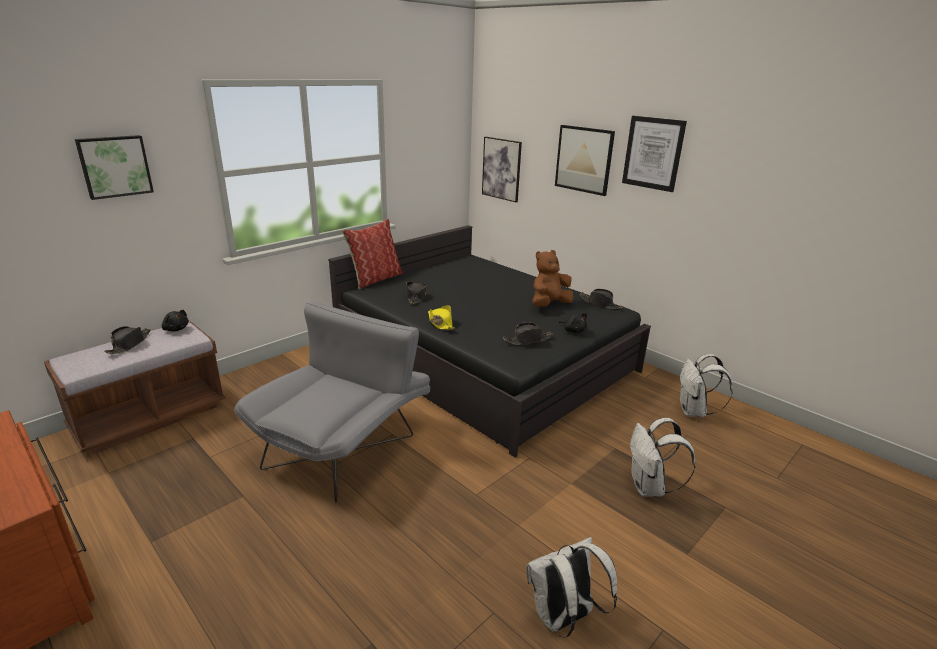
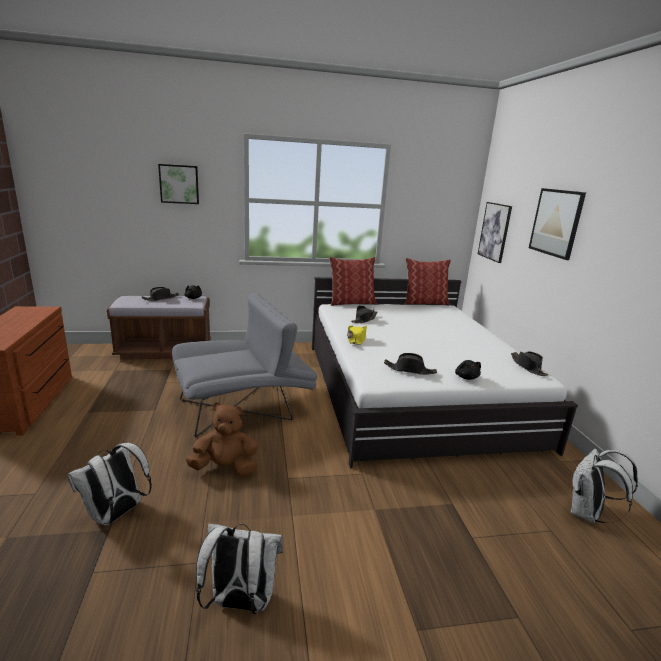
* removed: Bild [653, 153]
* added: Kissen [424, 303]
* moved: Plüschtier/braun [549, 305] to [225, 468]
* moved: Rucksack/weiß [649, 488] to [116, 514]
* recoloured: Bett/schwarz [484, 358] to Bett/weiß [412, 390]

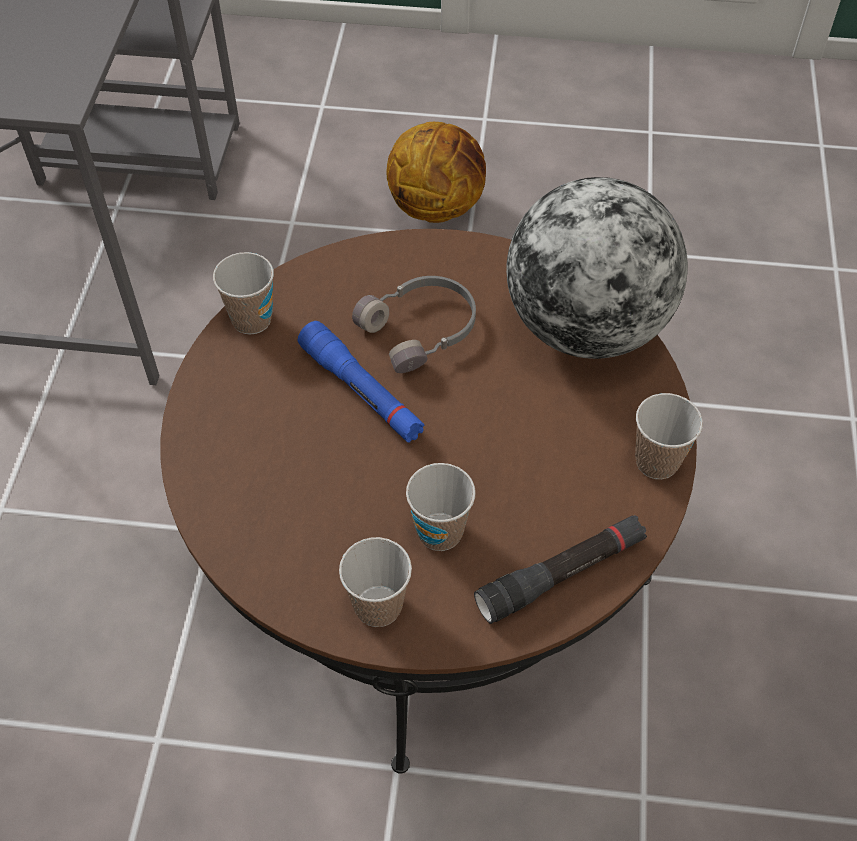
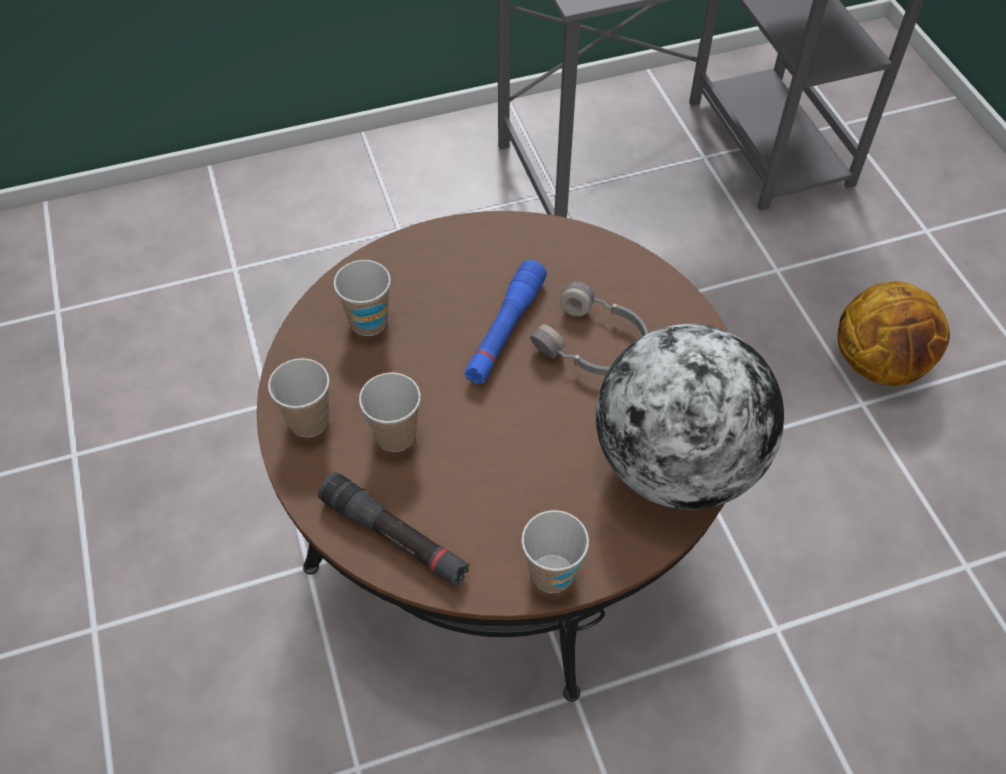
* moved: Tasse [252, 320] to [368, 322]

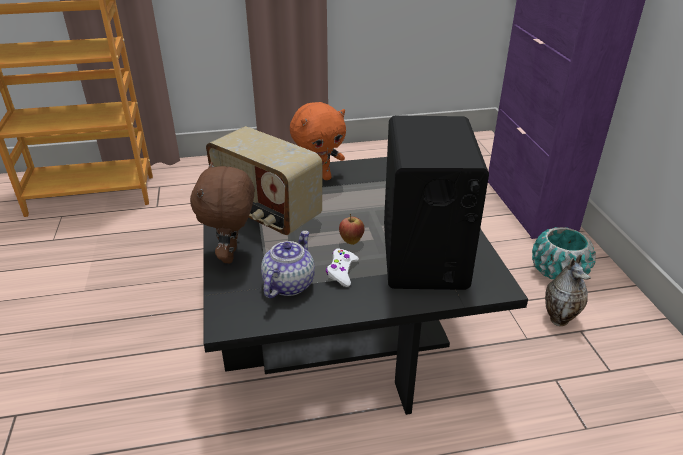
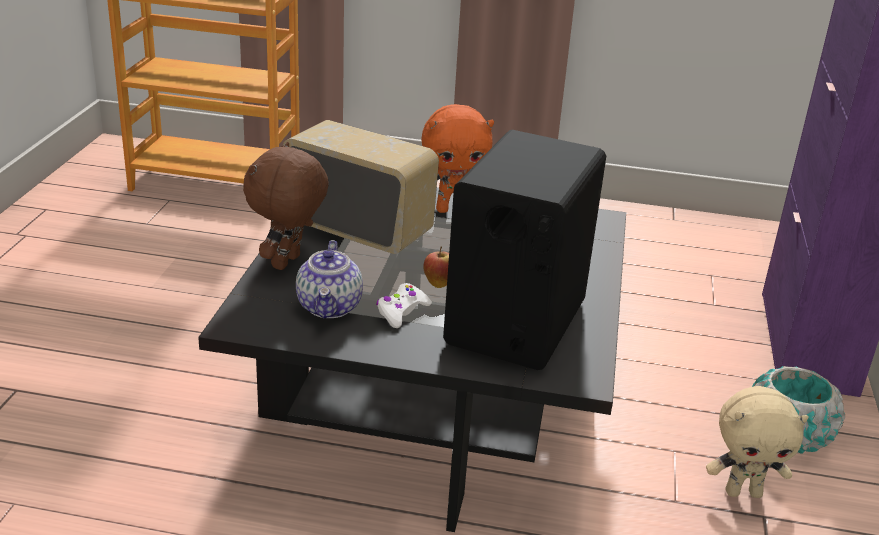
* replaced: Vase [559, 318] to Plüschtier/beige [743, 492]
* turned: Radio [266, 213] = [360, 230] 150 degrees clockwise
* turned: Teekanne [288, 284] = [330, 307] 135 degrees clockwise

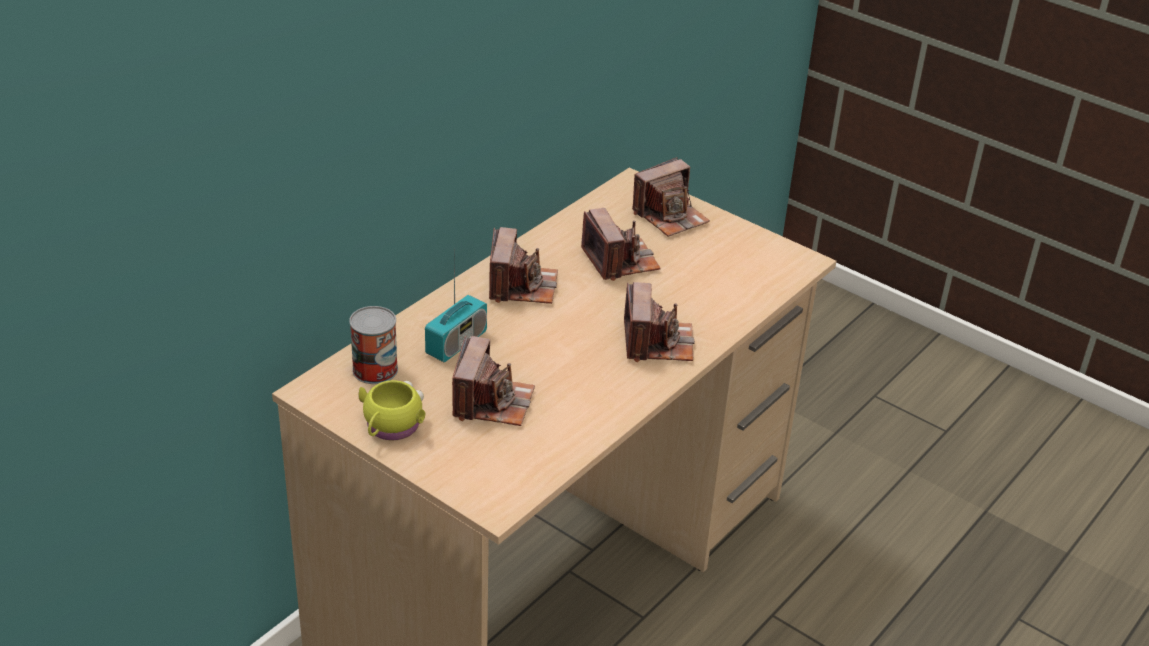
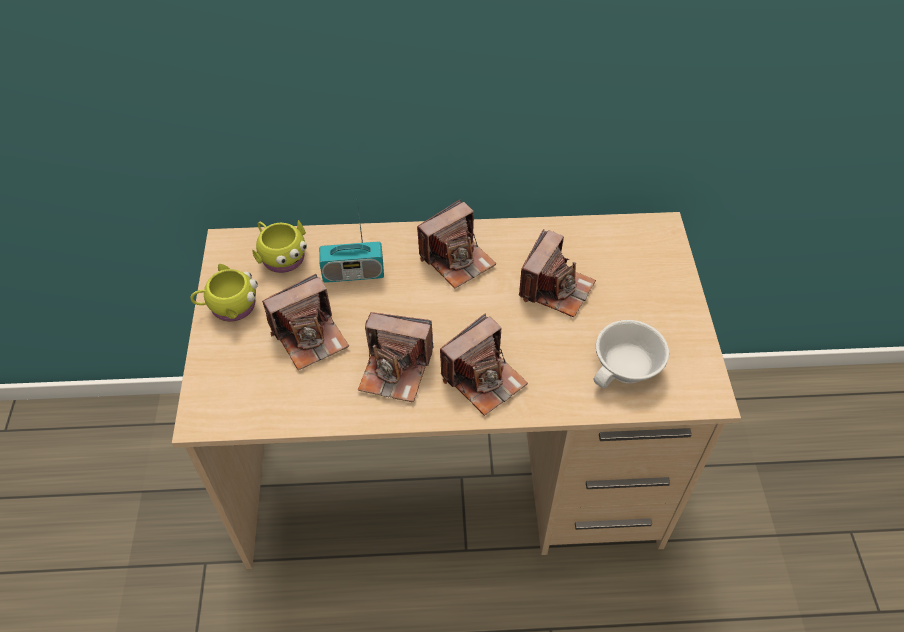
* added: Tasse/weiß [627, 369]
* moved: Kamera [670, 216] to [395, 370]
* replaced: Dose [375, 369] to Henkelbecher/gelb [281, 256]

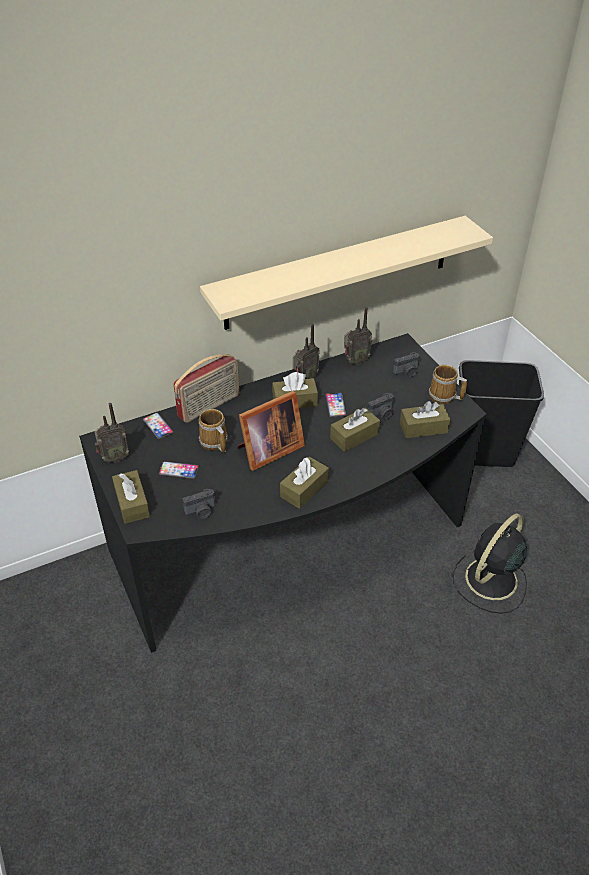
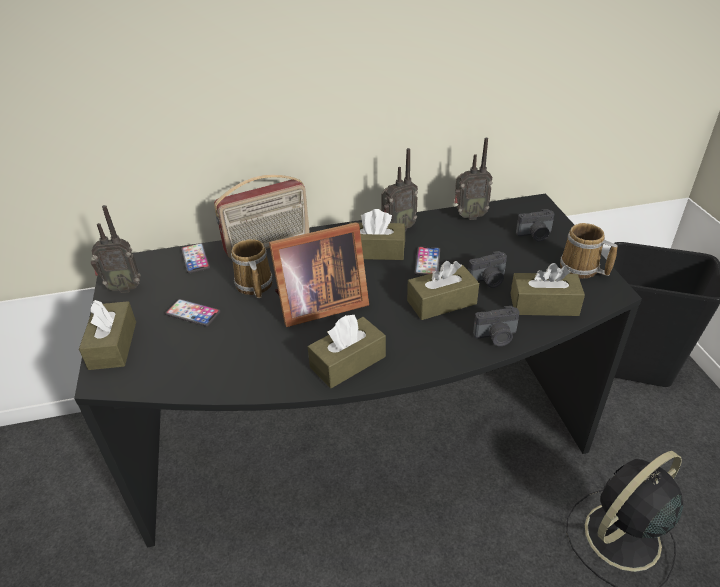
* removed: Wandregal/beige [339, 273]
* moved: Kamera [201, 511] to [496, 337]

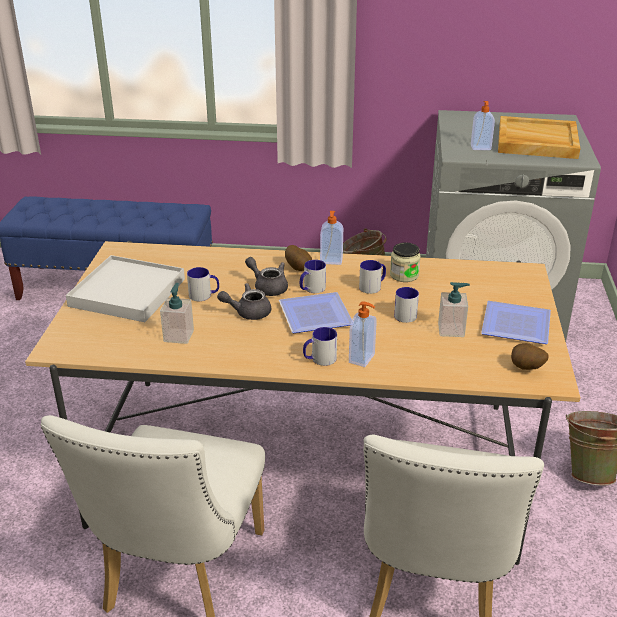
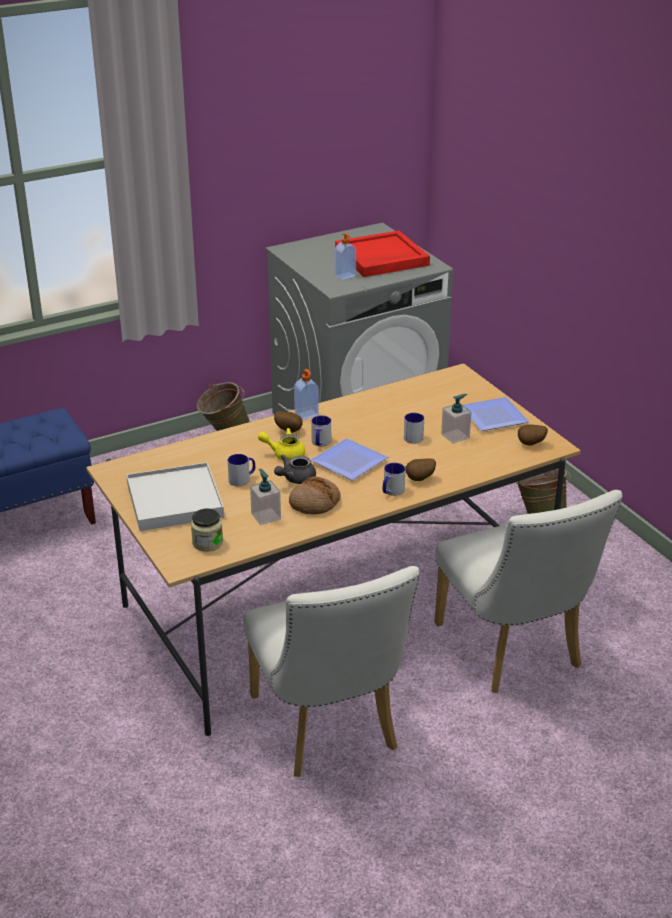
* removed: Henkelbecher [373, 286]
* added: Brot [314, 503]
* moved: Vorratsglas [404, 275] to [207, 543]
* replaced: Seifenspender [362, 359] to Kartoffel [420, 479]
* recoloured: Teekanne/grau [268, 287] to Teekanne/gelb [284, 454]
* recoloured: Tablett/beige [536, 141] to Tablett/rot [381, 258]

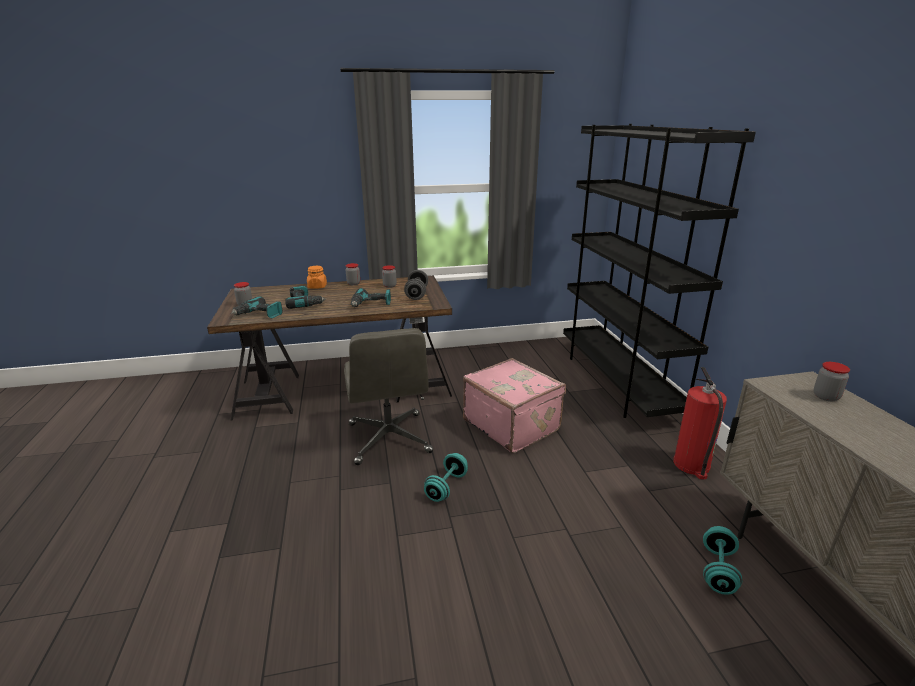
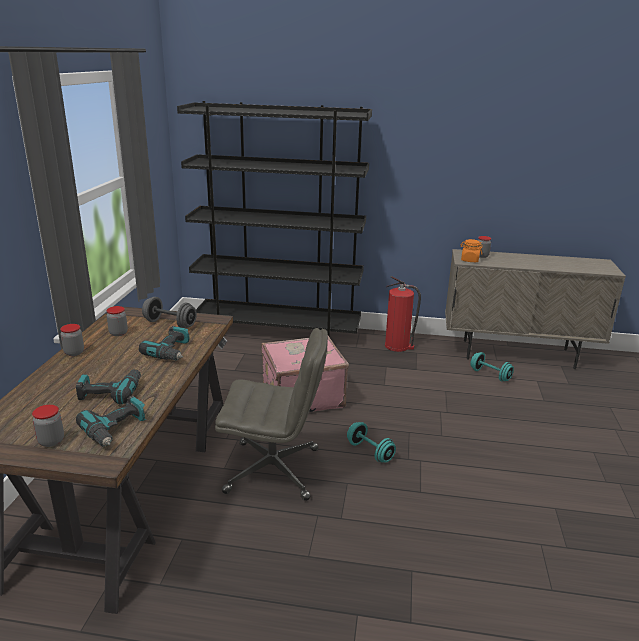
* moved: Vorratsglas/orange [317, 286] to [469, 260]

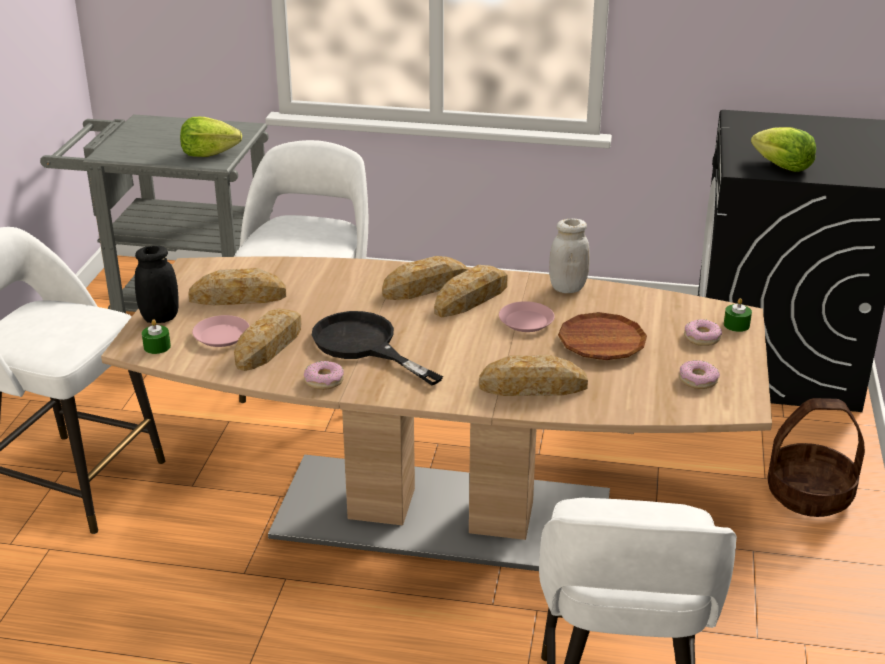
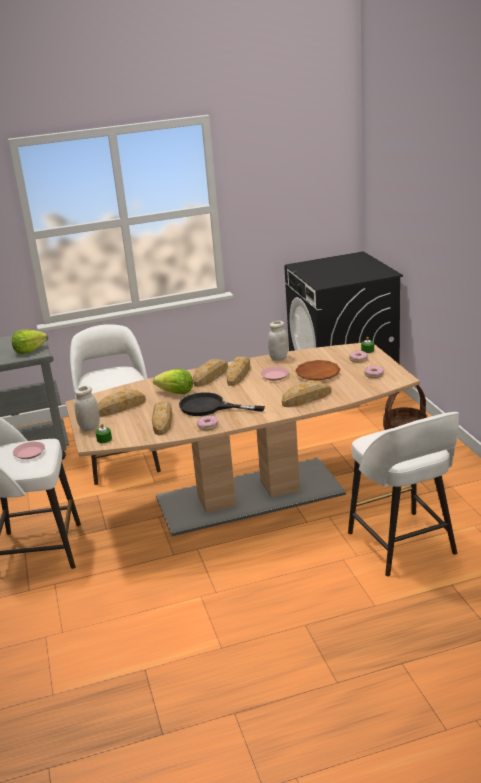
* moved: Teller/rosa [222, 336] to [29, 453]
* moved: Salatkopf [782, 167] to [175, 392]
* recoloured: Vorratsglas/schwarz [160, 318] to Vorratsglas/weiß [90, 428]

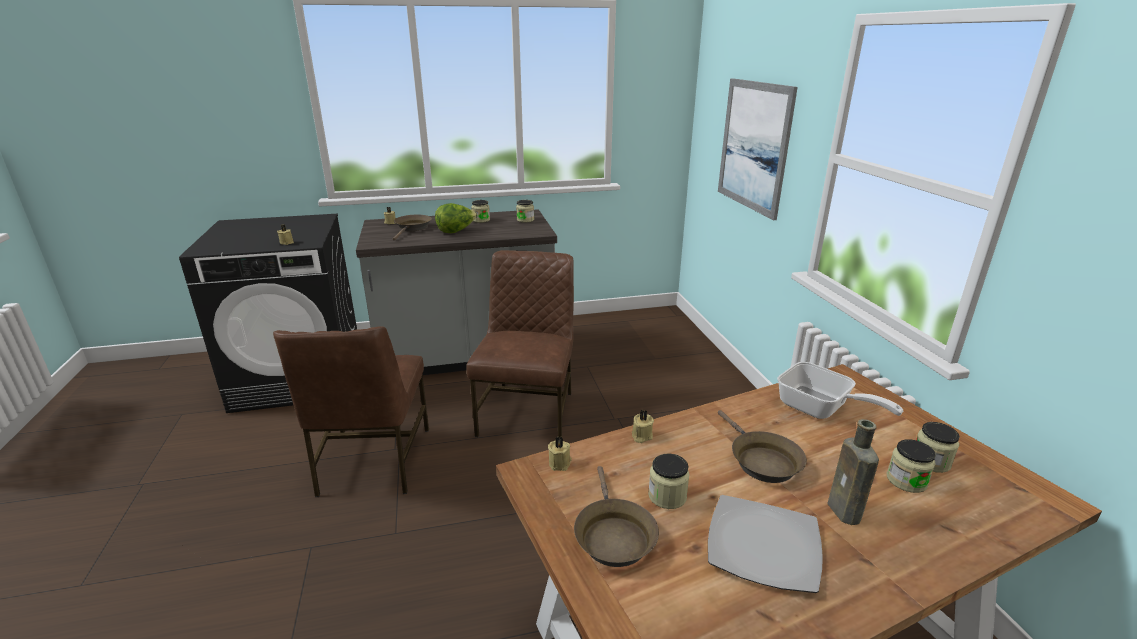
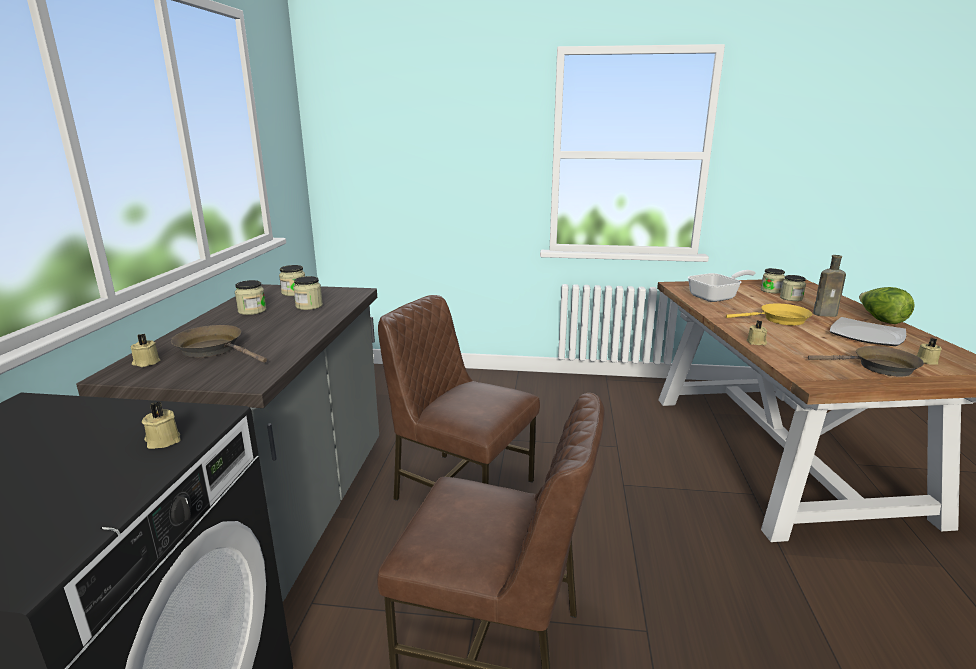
* removed: Bild [753, 146]
* moved: Salatkopf [456, 231] to [880, 320]
* moved: Kerze/beige [560, 463] to [925, 361]
* moved: Vorratsglas [667, 496] to [309, 306]
* recoloured: Pfanne/braun [761, 460] to Pfanne/gelb [779, 320]

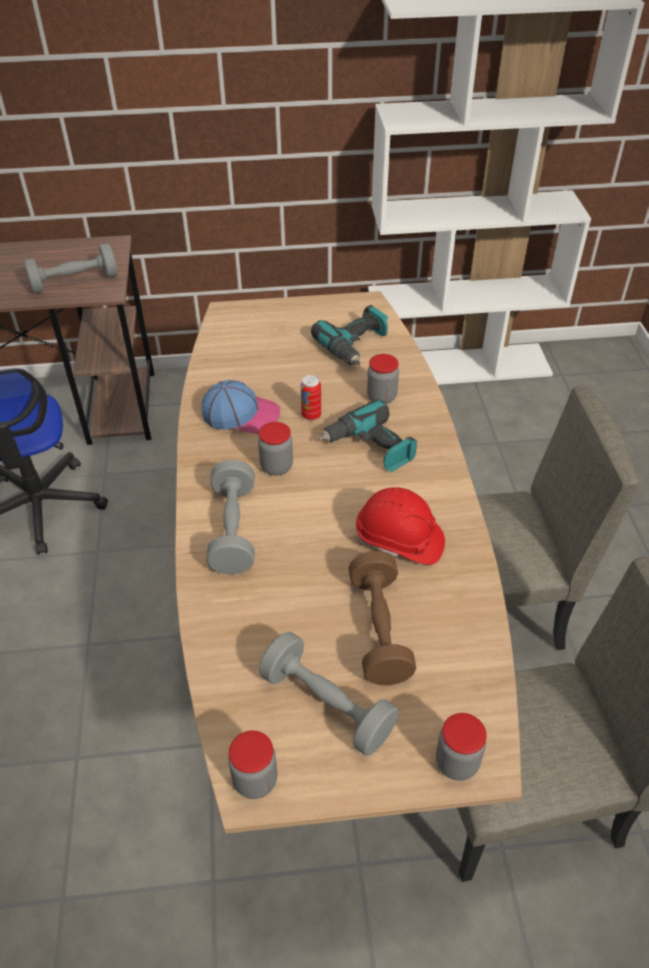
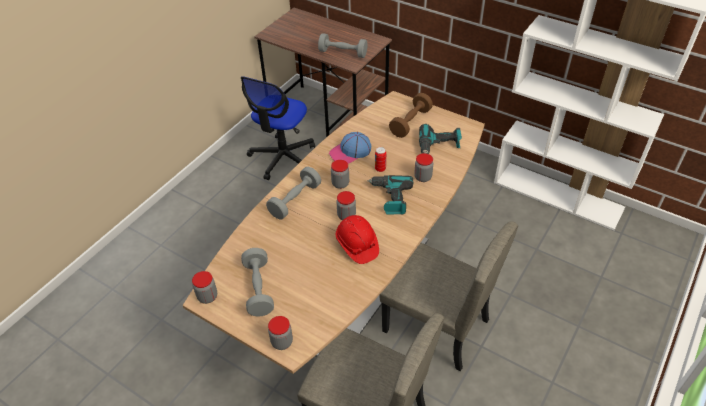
* added: Vorratsglas [346, 216]
* moved: Hantel/braun [379, 630] to [410, 122]
* turned: Kappe [241, 414] = [350, 152] 105 degrees clockwise

